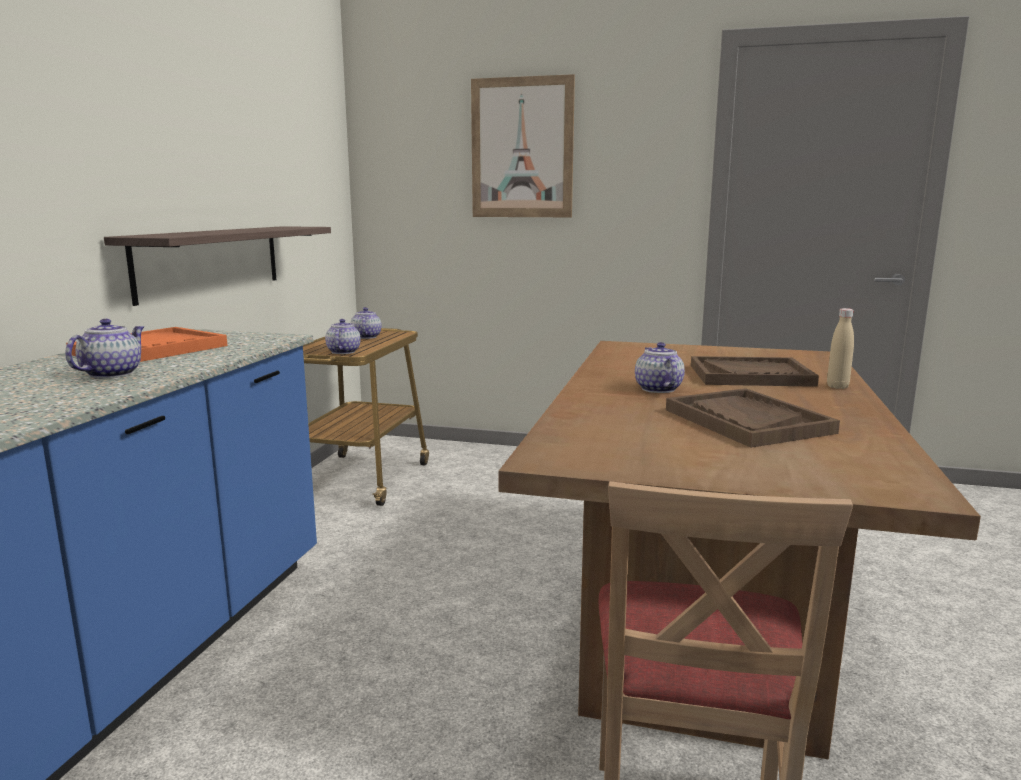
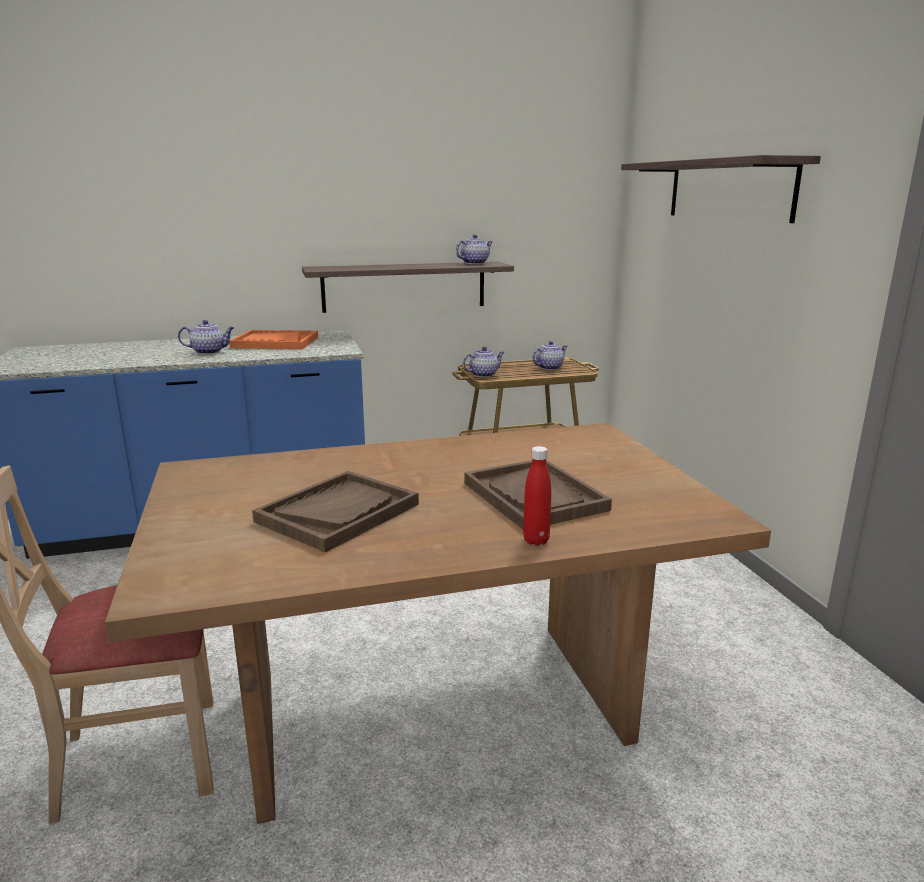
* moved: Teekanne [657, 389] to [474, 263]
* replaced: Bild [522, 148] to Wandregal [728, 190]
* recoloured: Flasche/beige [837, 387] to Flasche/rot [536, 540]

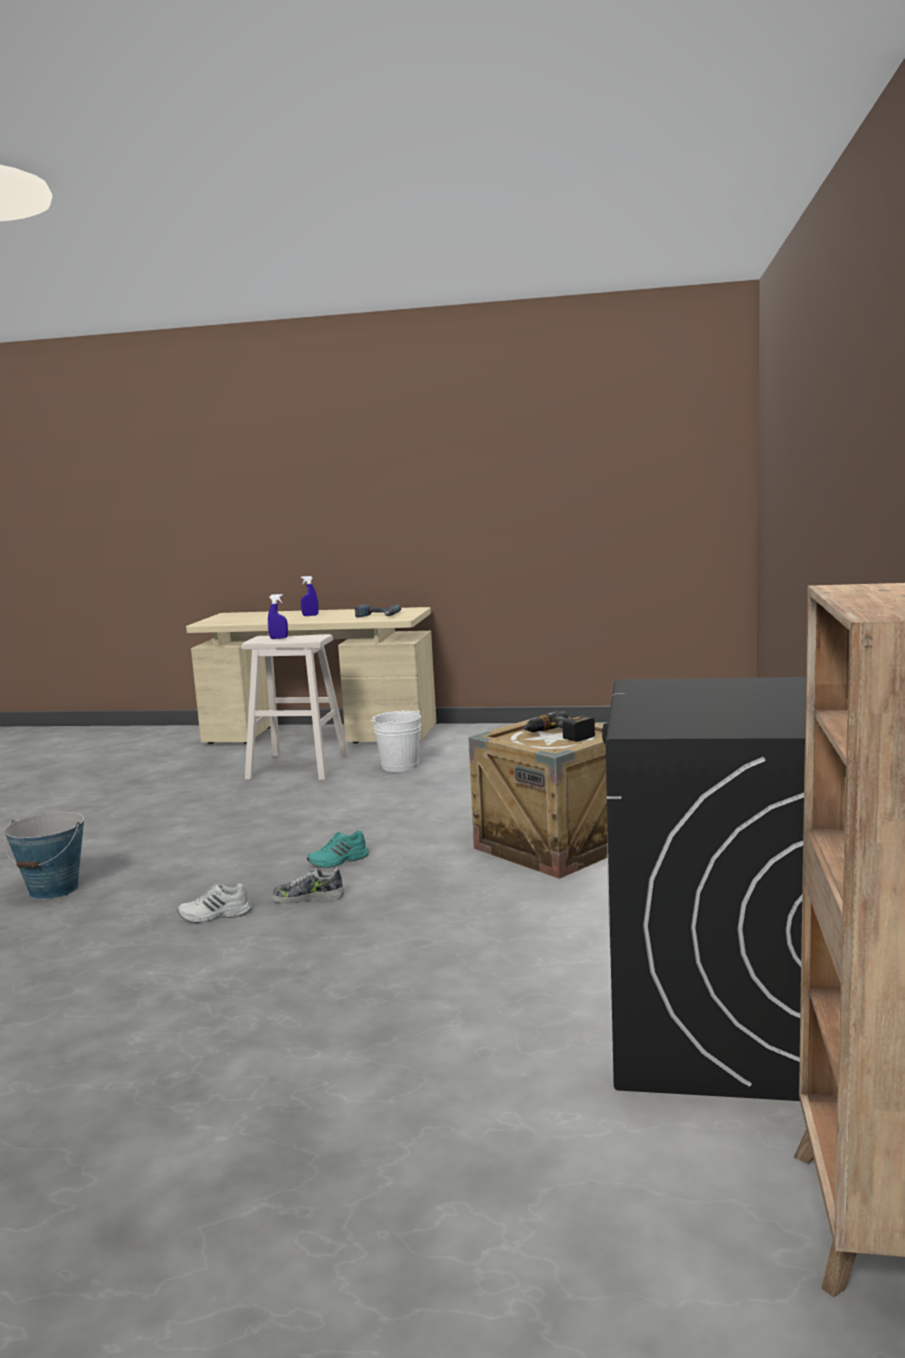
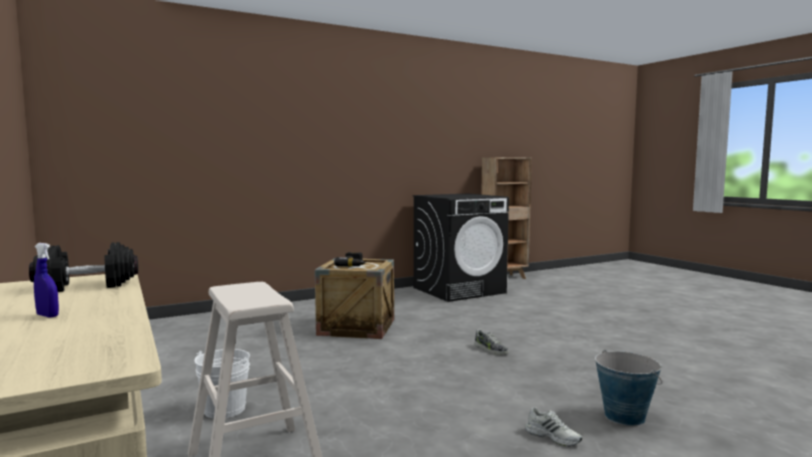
* removed: Sprühflasche/blau [279, 638]
* removed: Schuh/türkis [339, 861]
* moved: Schuh/weiß [215, 915] to [553, 436]
* replaced: Bohrmaschine [377, 616] to Hantel/schwarz [87, 286]

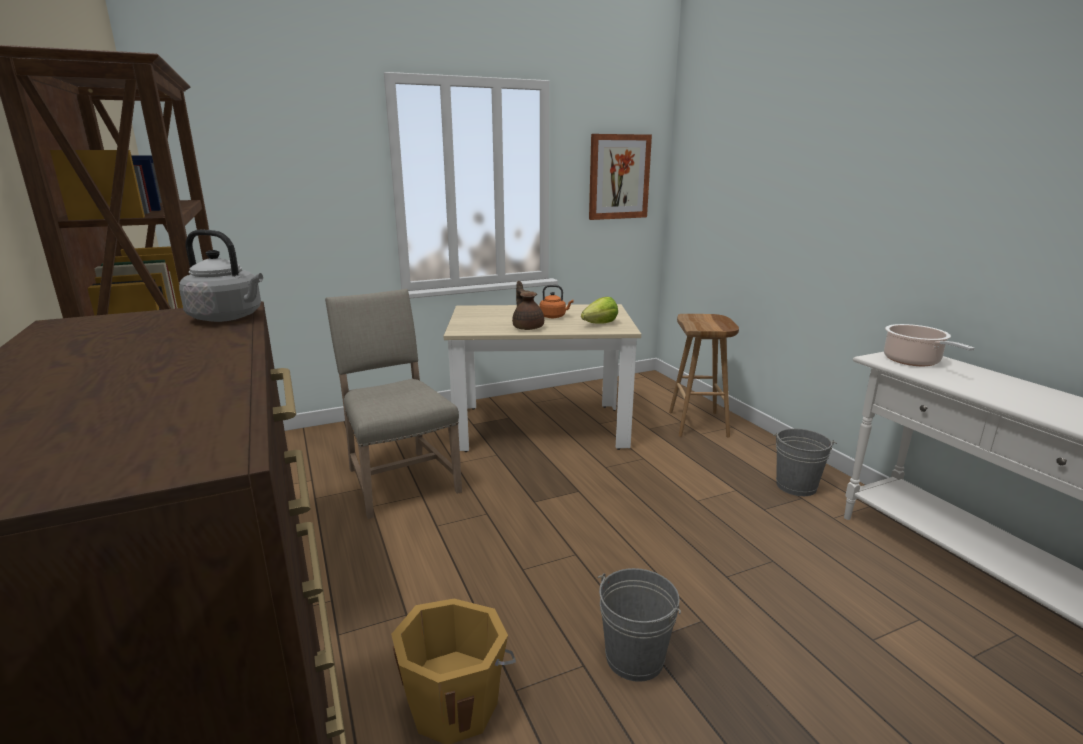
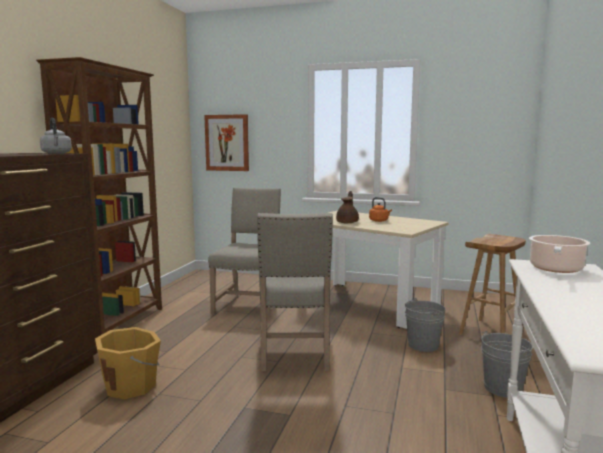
* removed: Salatkopf [600, 324]
* added: Stuhl/beige [295, 353]
* moved: Bild [619, 177] to [227, 143]
* moved: Eimer/grau [634, 658] to [423, 345]

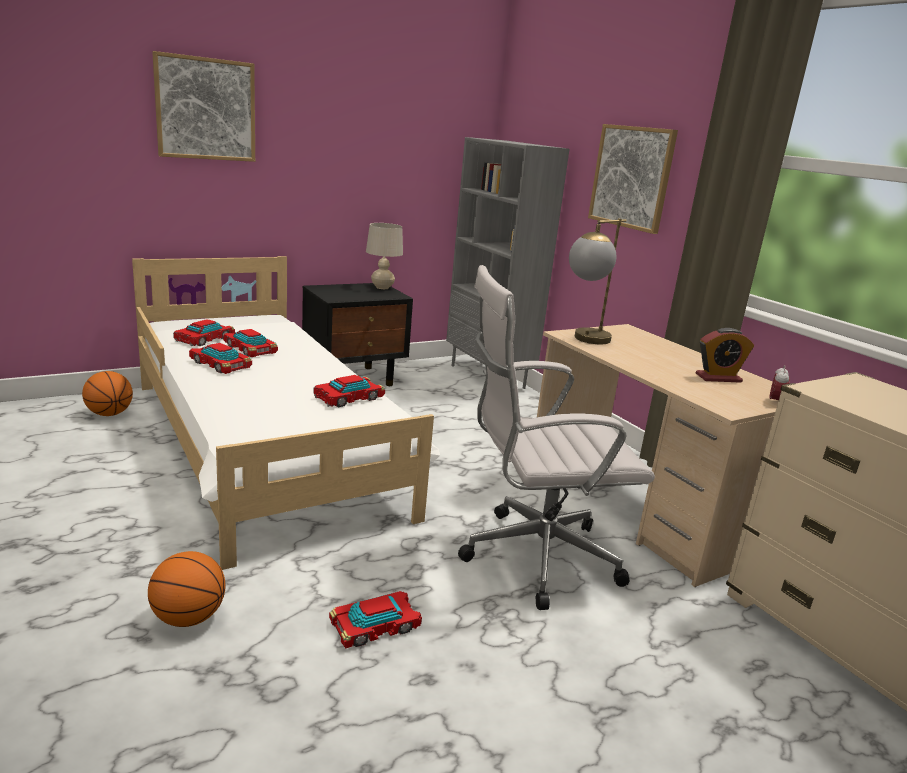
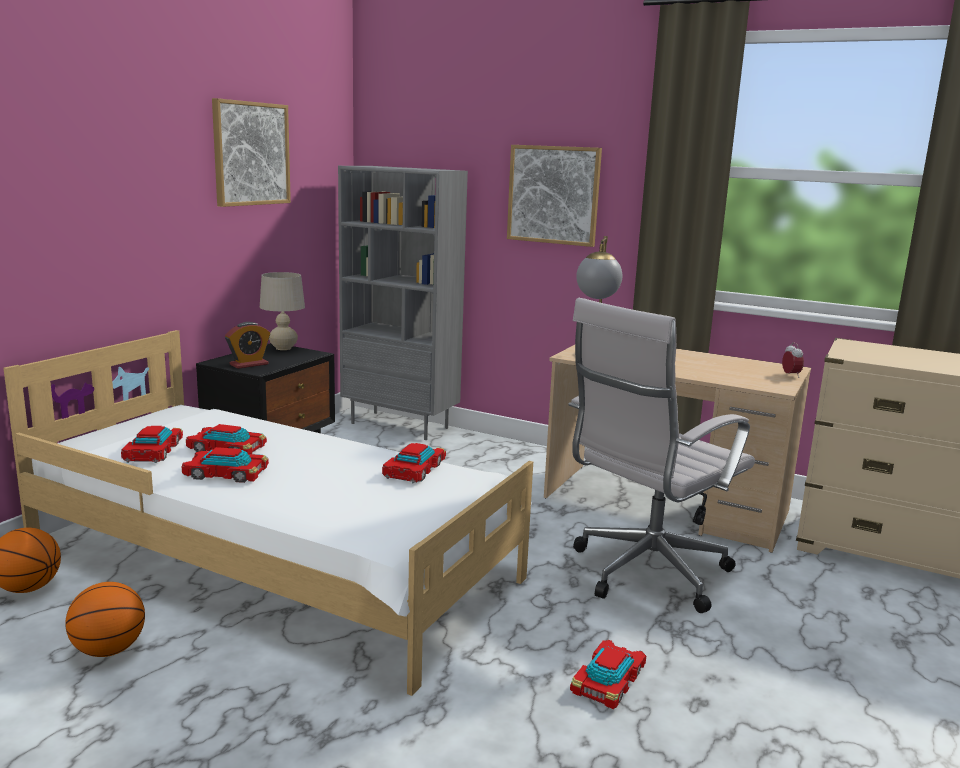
* moved: Basketball [188, 617] to [109, 650]
* moved: Bild [205, 109] to [251, 154]
* moved: Wecker [718, 378] to [249, 364]

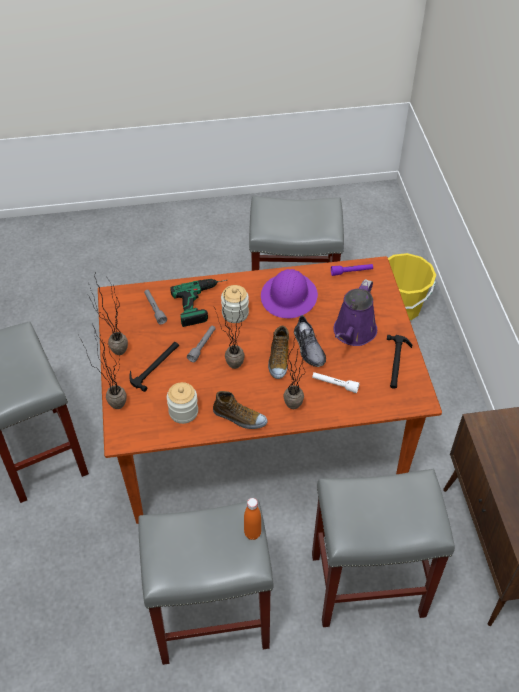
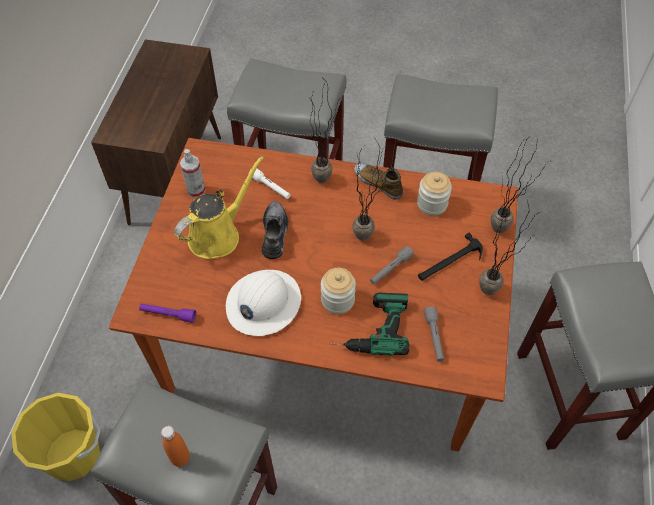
* removed: Schuh [278, 359]
* moved: Flasche/orange [252, 533] to [180, 458]
* replaced: Hammer [396, 363] to Sprühflasche [196, 191]
* recoloured: Schutzhelm/lila [289, 296] to Schutzhelm/weiß [263, 303]
* recoloured: Gießkanne/lila [353, 333] to Gießkanne/gelb [218, 235]

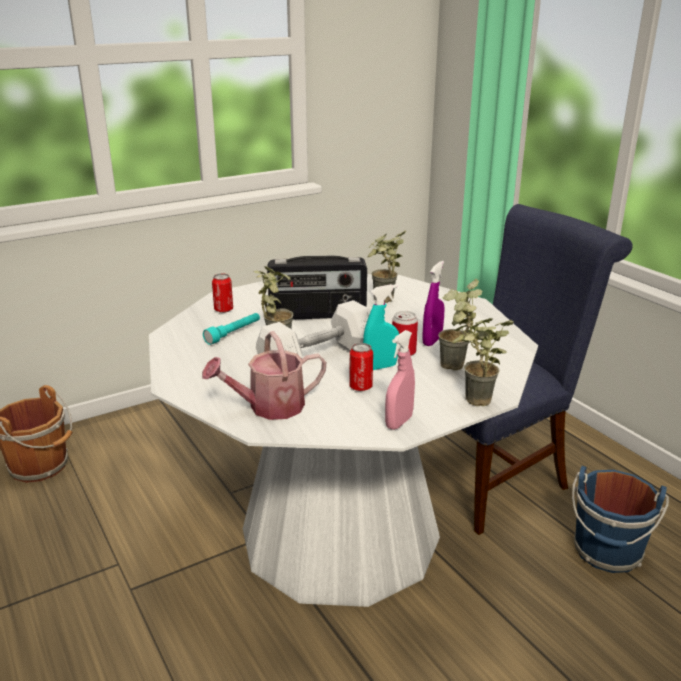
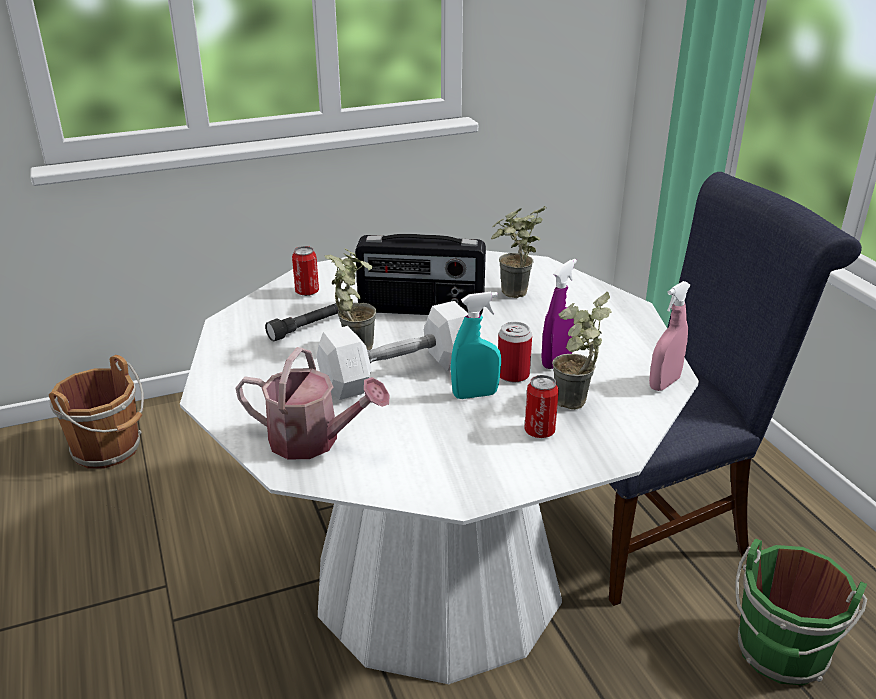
* removed: Topfpflanze [473, 403]
* moved: Dose [360, 387] to [539, 431]
* moved: Sprühflasche/rosa [399, 422] to [664, 383]
* recoloured: Taschenlampe/türkis [233, 333] to Taschenlampe/grau [307, 328]
* recoloured: Eimer/blau [607, 552] to Eimer/grün [781, 654]
* turned: Gießkanne [269, 407] = [313, 440] 150 degrees counterclockwise

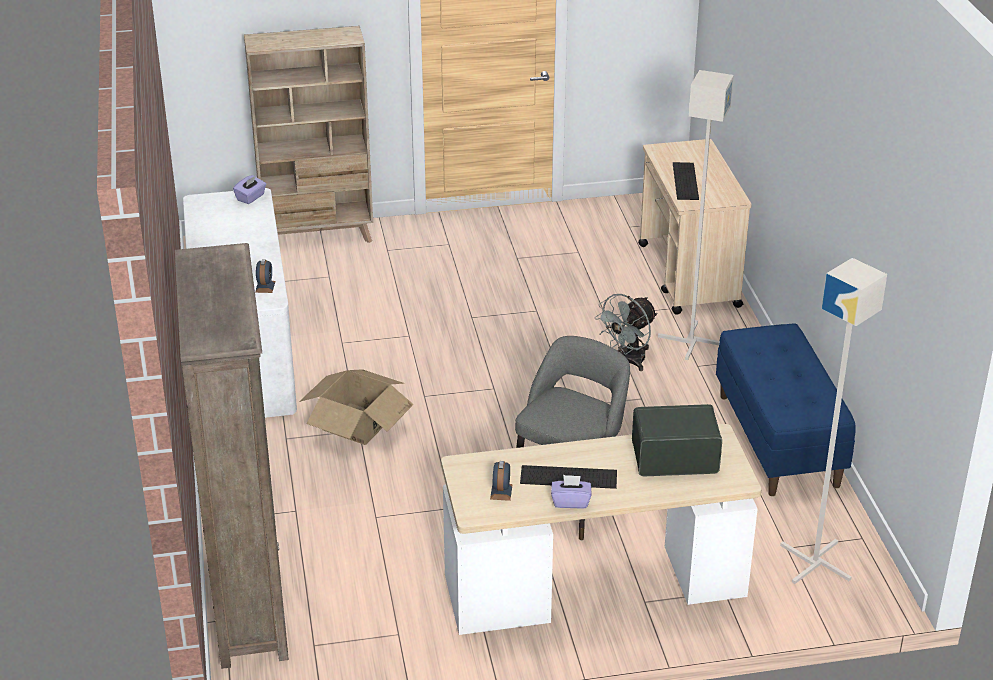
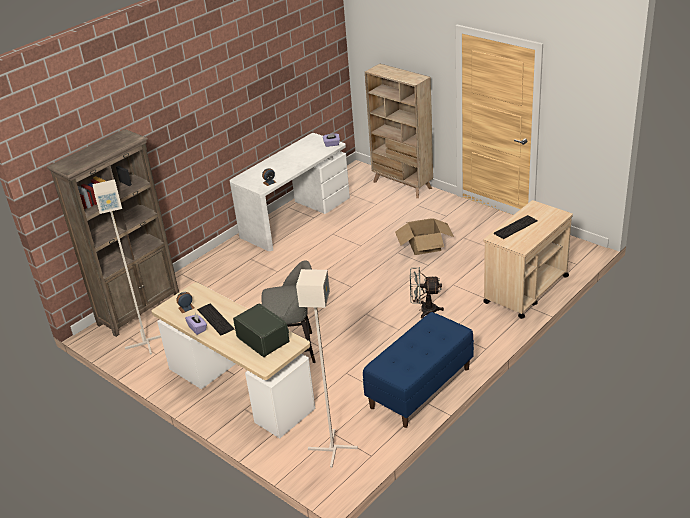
* moved: Karton [357, 423] to [424, 245]
* moved: Stehlampe/grau [691, 341] to [145, 342]

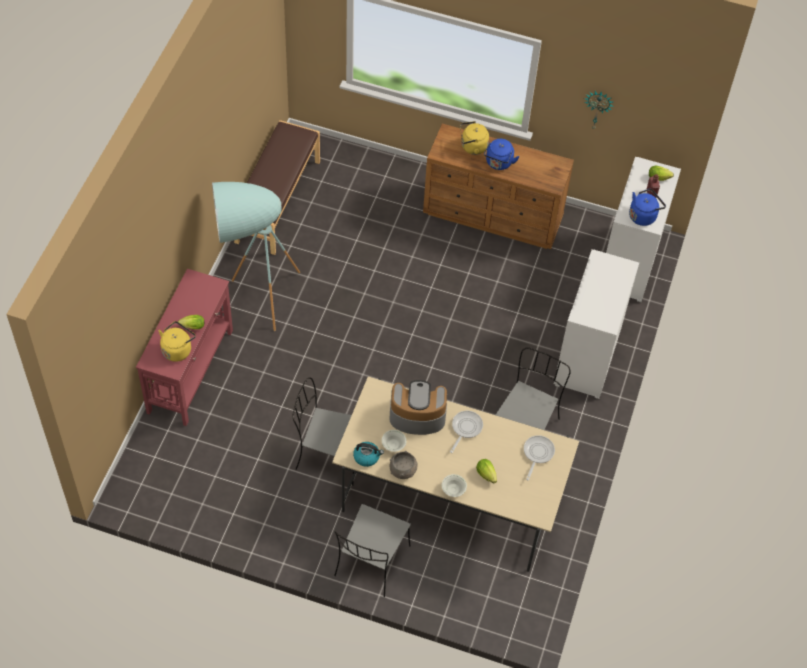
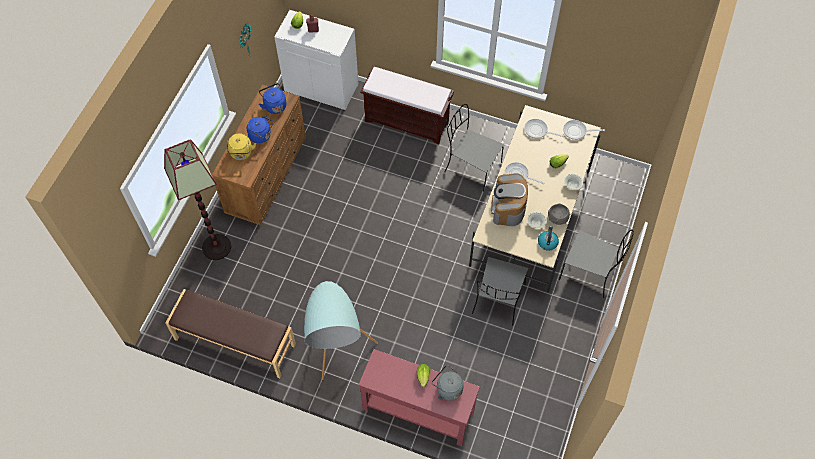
* added: Stehlampe [216, 247]
* added: Pfanne [577, 131]
* moved: Wasserkessel/blau [643, 215] to [274, 105]
* replaced: Schrank/weiß [588, 357] to Bank/braun [407, 121]
* recoloured: Wasserkessel/gelb [178, 349] to Wasserkessel/grau [447, 388]

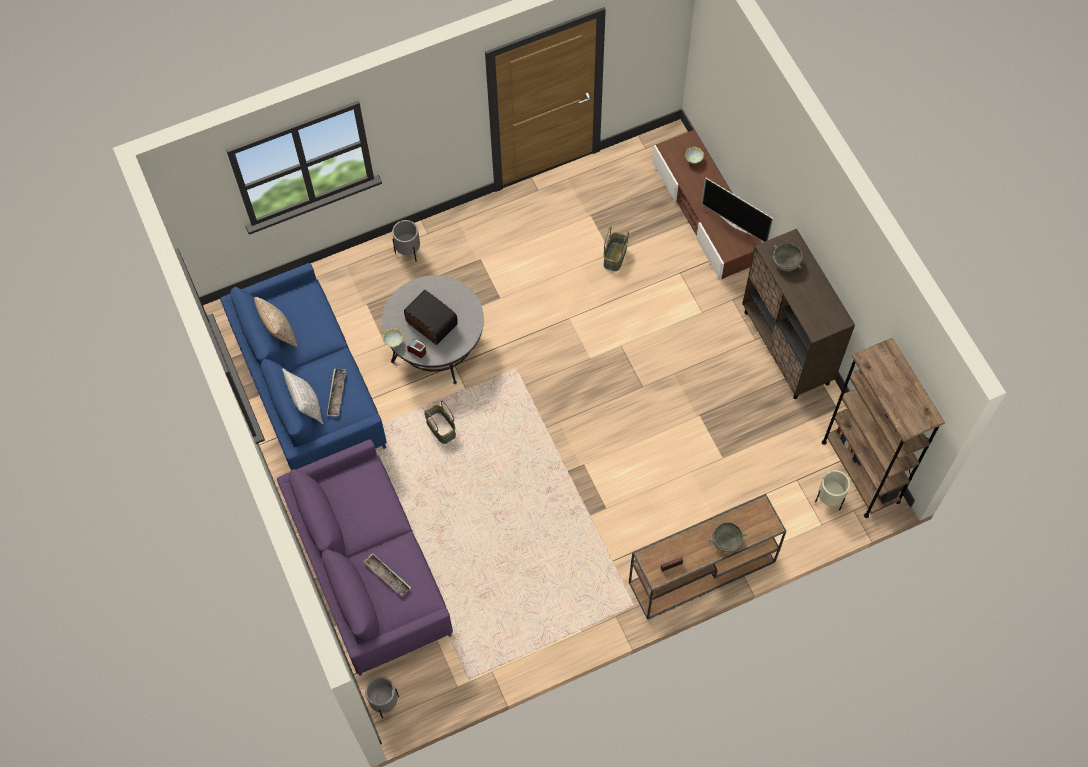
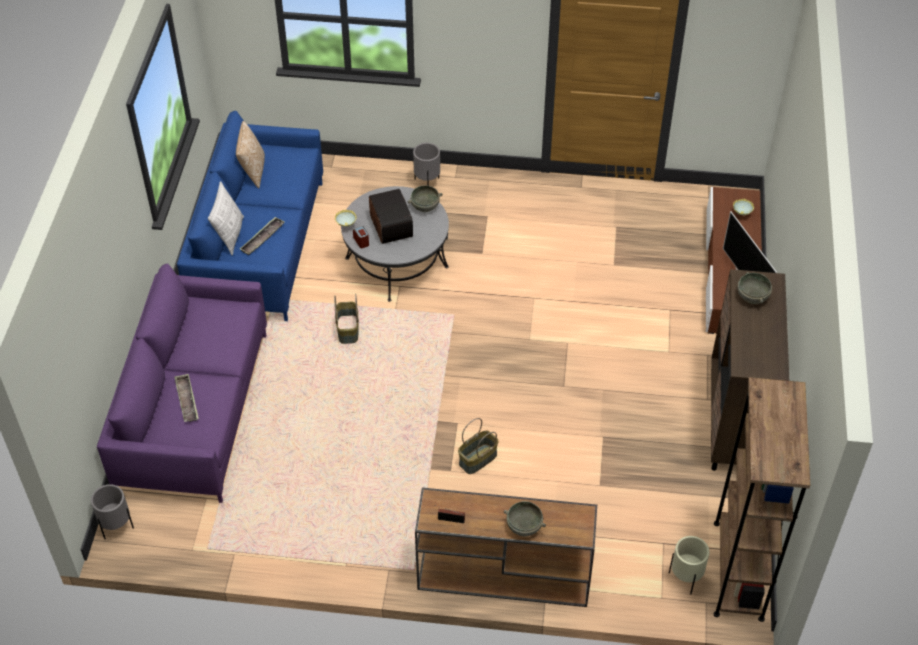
* added: Schüssel/grau [425, 206]
* moved: Korb [615, 257] to [478, 460]

